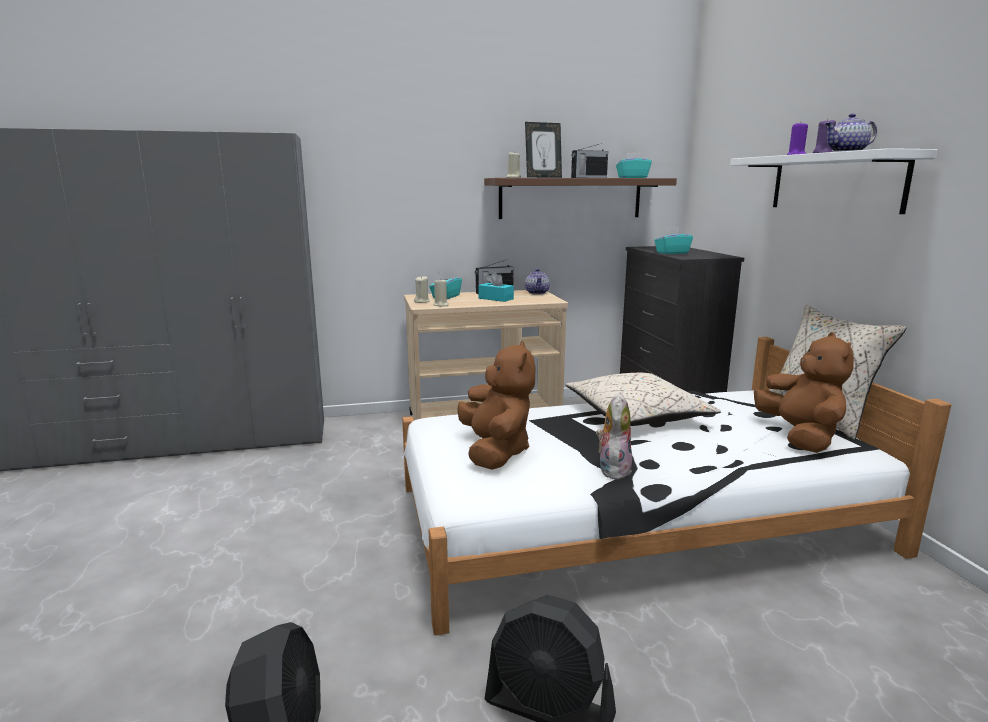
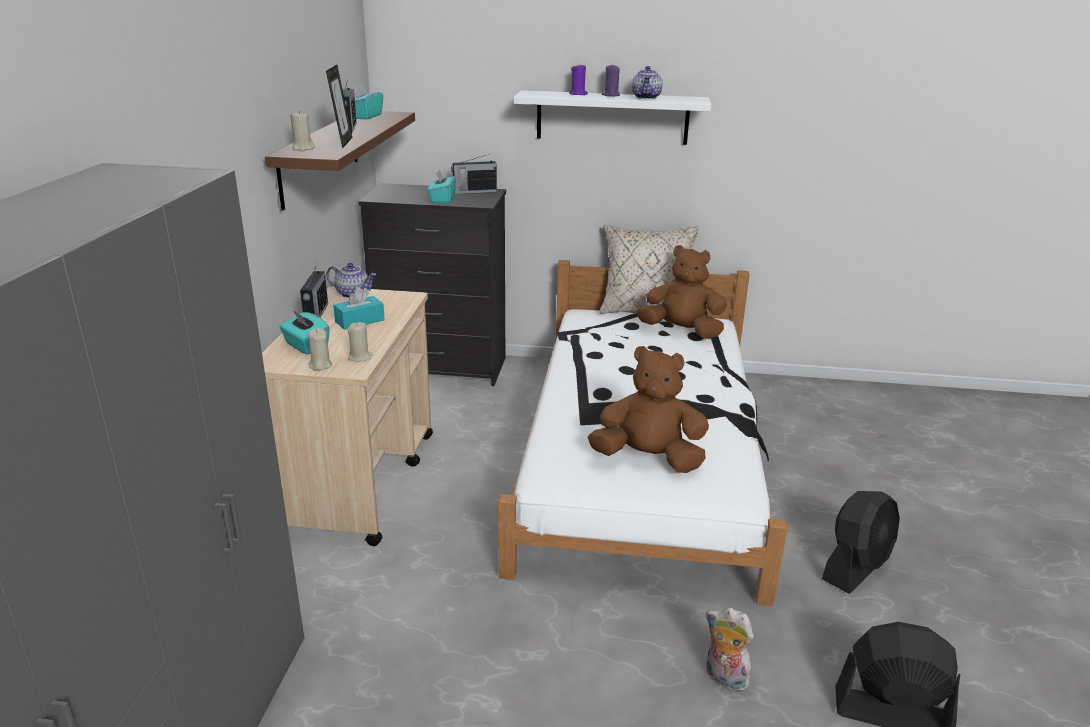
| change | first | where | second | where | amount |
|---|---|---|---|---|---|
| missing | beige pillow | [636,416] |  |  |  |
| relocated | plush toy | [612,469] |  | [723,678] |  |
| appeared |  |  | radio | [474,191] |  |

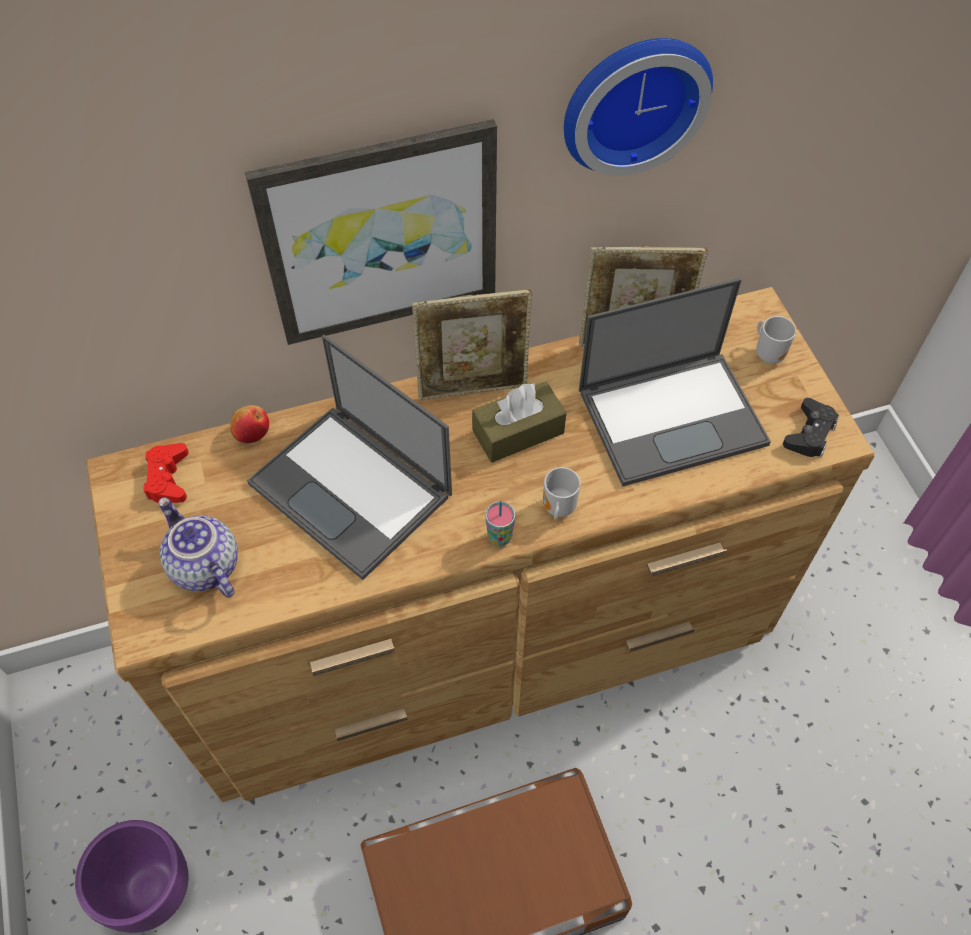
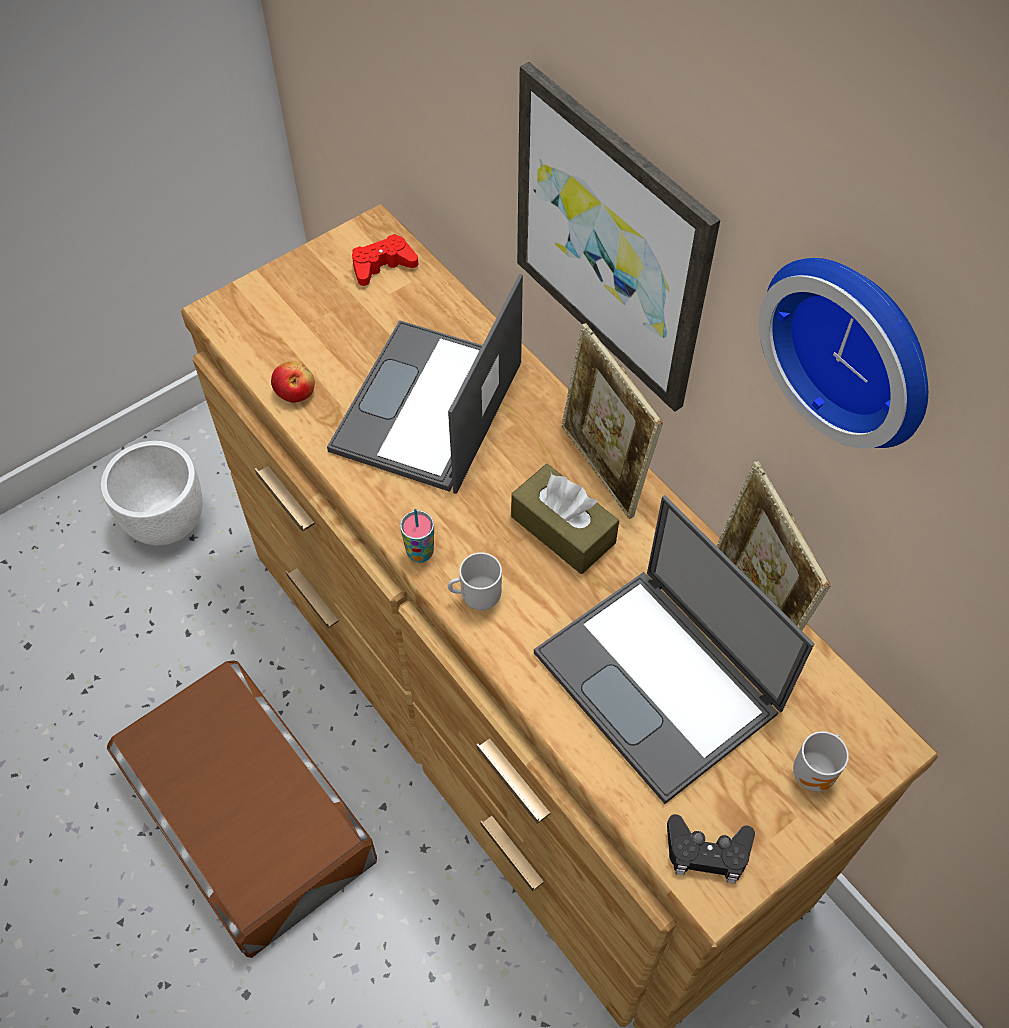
| change | first | where | second | where | amount |
|---|---|---|---|---|---|
| colour | purple planter | [151,889] | white planter | [168,523] |  |
| missing | teapot | [203,566] |  |  |  |
| relocated | apple | [252,432] |  | [295,392] |  |

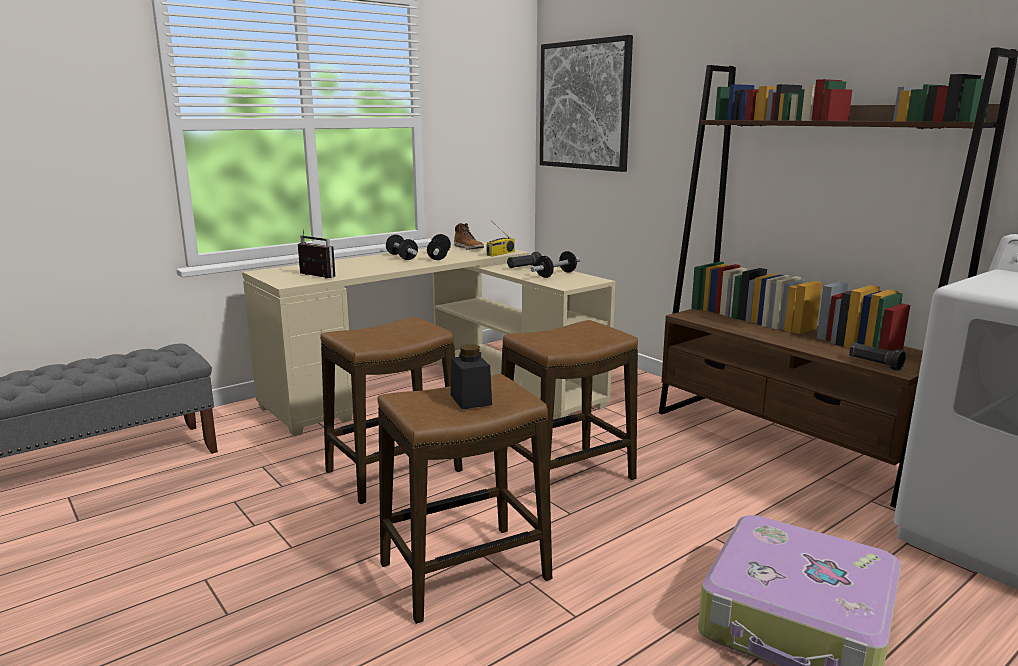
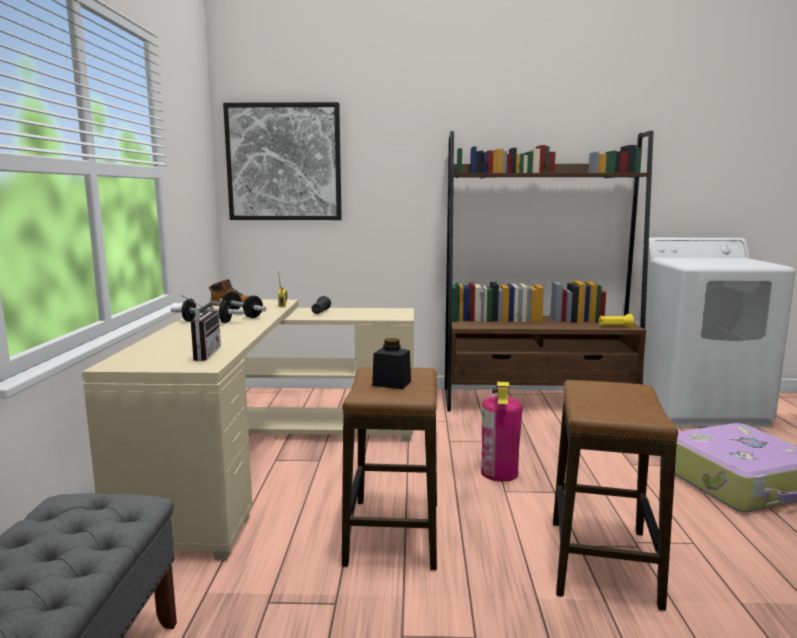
| change | first | where | second | where | amount |
|---|---|---|---|---|---|
| spun | radio | [313,277] |  | [201,355] | 105 degrees clockwise |
| relocated | black jar | [471,400] |  | [391,383] |  |
| exchanged | stool | [566,477] | fire extinguisher | [499,473] |  |
| missing | dumbbell | [556,275] |  |  |  |
| colour | black flashlight | [874,364] | yellow flashlight | [615,327] |  |

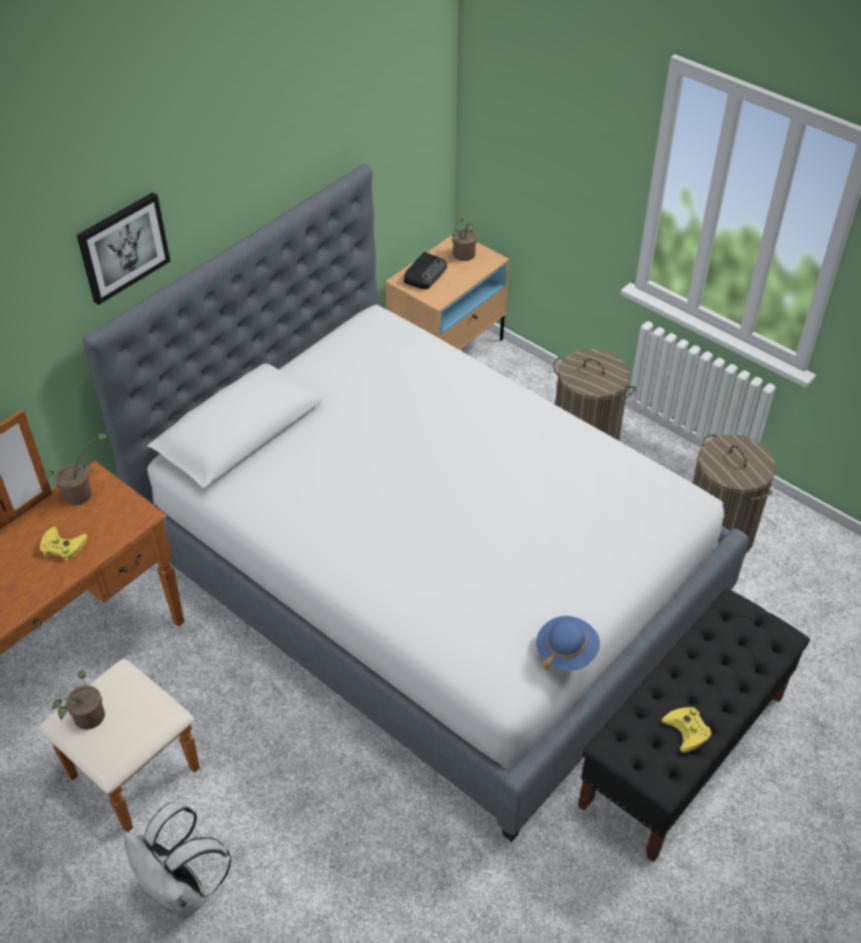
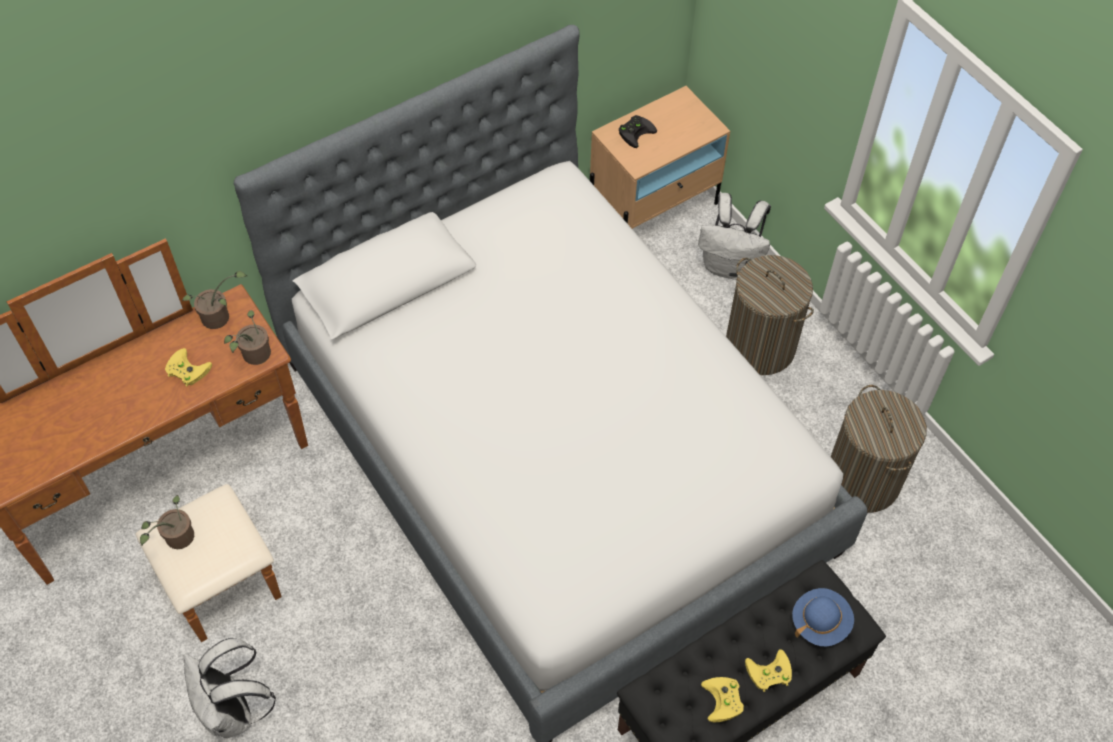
| change | first | where | second | where | amount |
|---|---|---|---|---|---|
| missing | picture | [123,247] |  |  |  |
| exchanged | radio | [425,274] | black game controller | [636,131] |  |
| relocated | potted plant | [463,256] |  | [254,356] |  |
| relocated | blue hat | [566,652] |  | [820,622] |  |
| appeared |  |  | white backpack | [730,266] |  |
| appeared |  |  | yellow game controller | [768,674] |  |

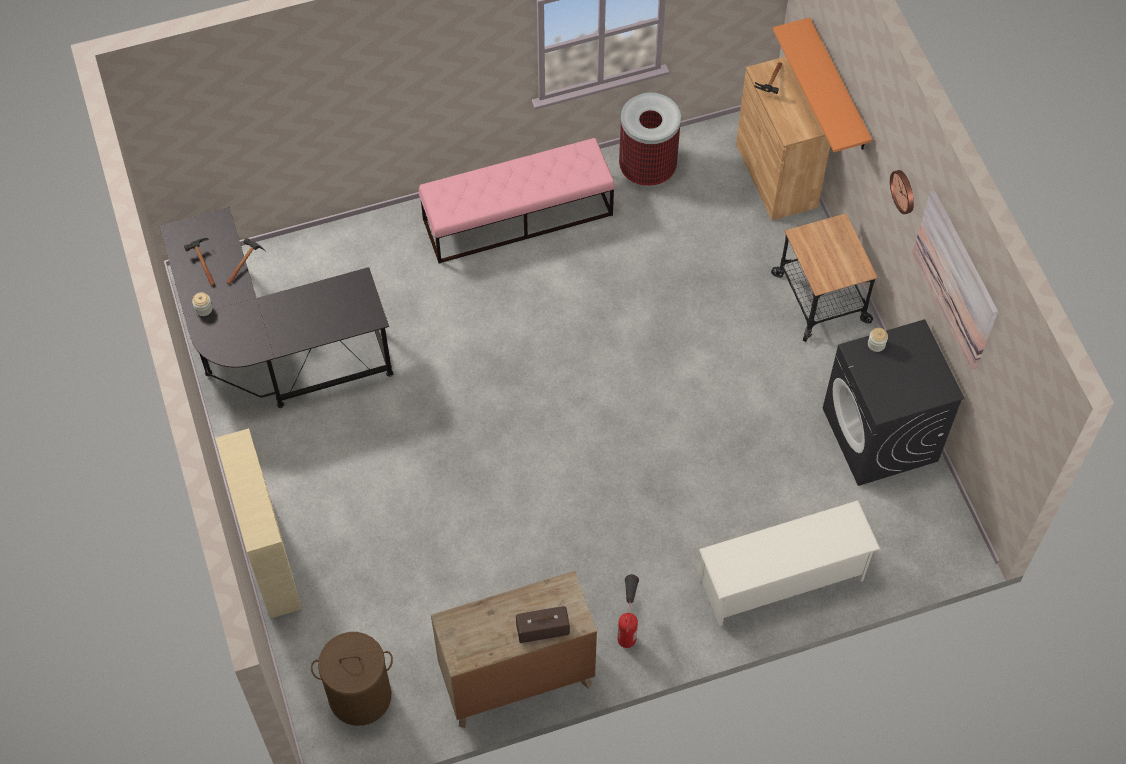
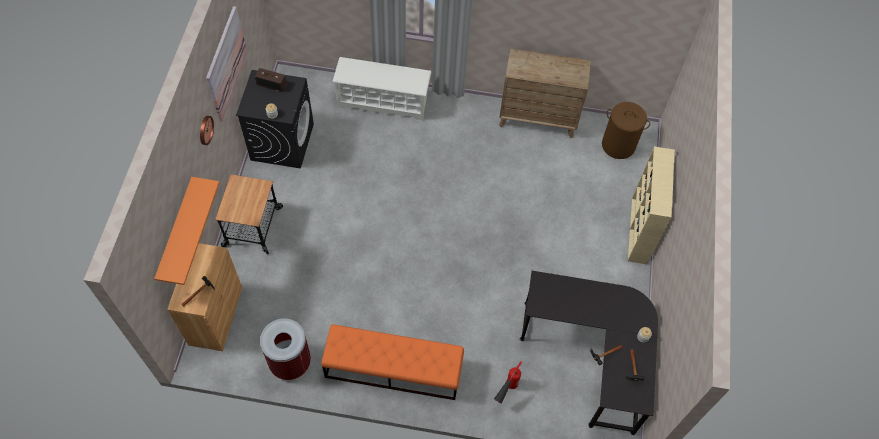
| change | first | where | second | where | amount |
|---|---|---|---|---|---|
| colour | pink bench | [518,217] | orange bench | [393,369] |  |
| relocated | radio | [542,630] |  | [272,84] |  |
| relocated | fire extinguisher | [628,623] |  | [506,392] |  |

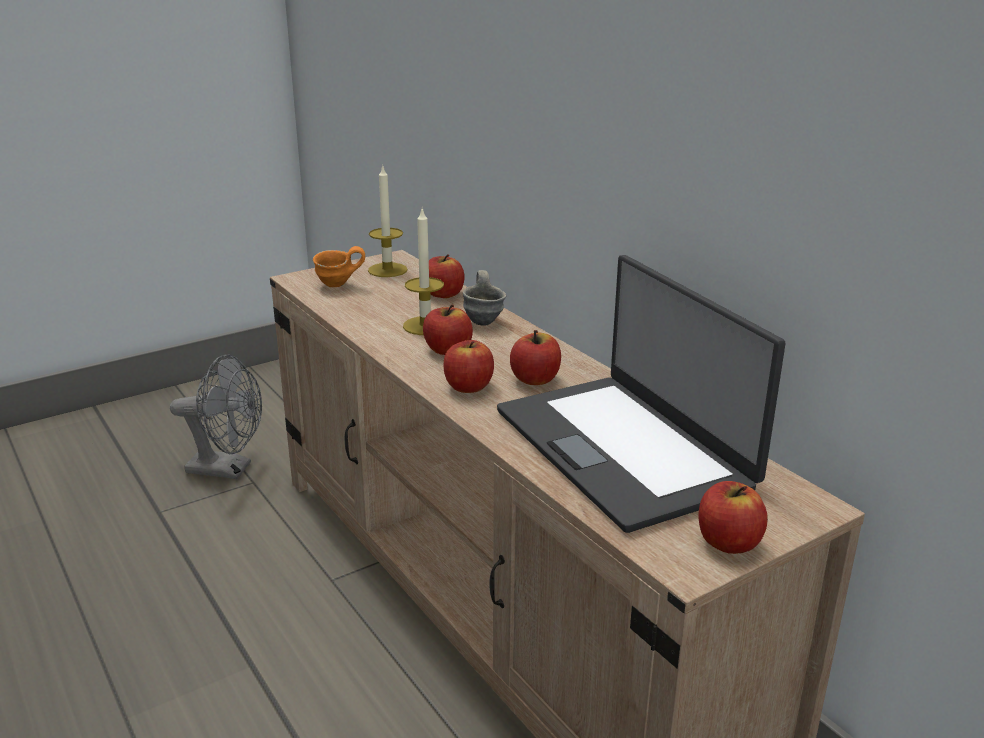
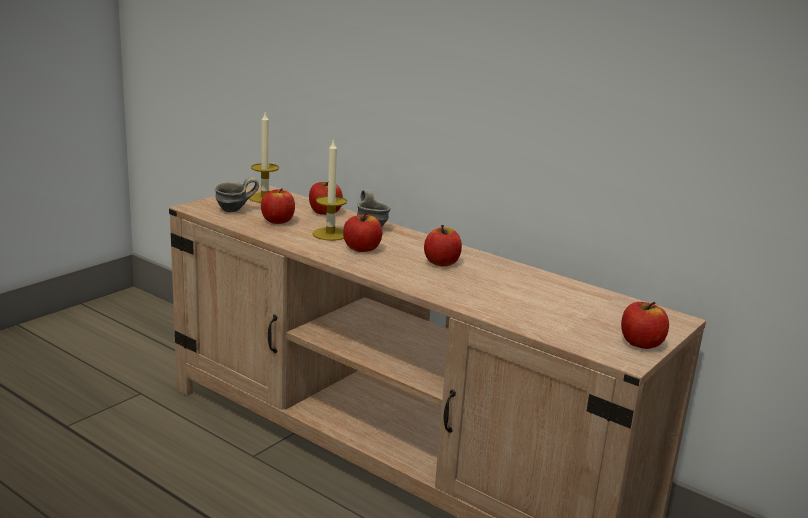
| change | first | where | second | where | amount |
|---|---|---|---|---|---|
| missing | grey fan | [228,469] |  |  |  |
| colour | orange mug | [338,286] | grey mug | [234,211] |  |
| relocated | apple | [468,387] |  | [277,221] |  |
| missing | laptop | [624,448] |  |  |  |

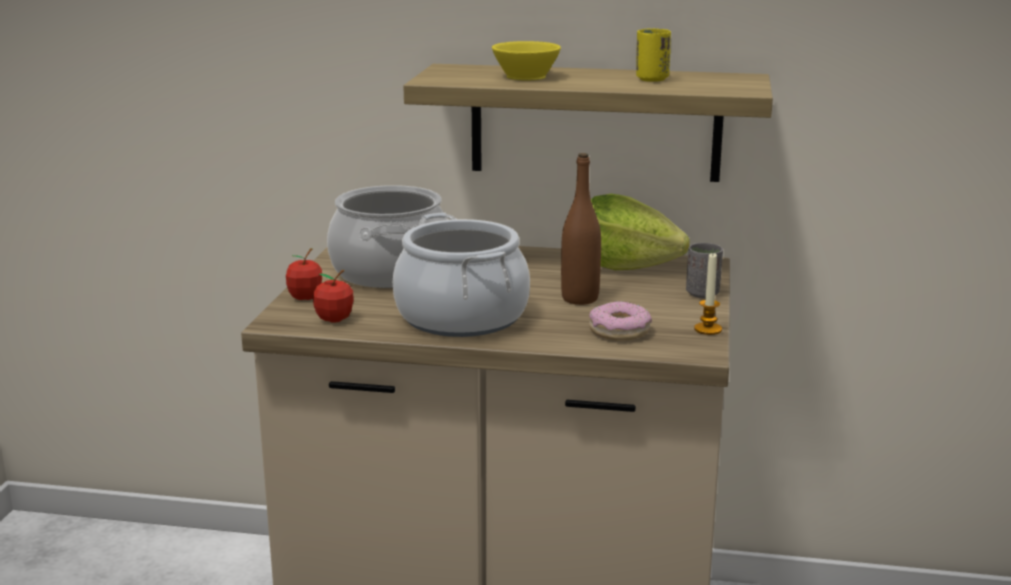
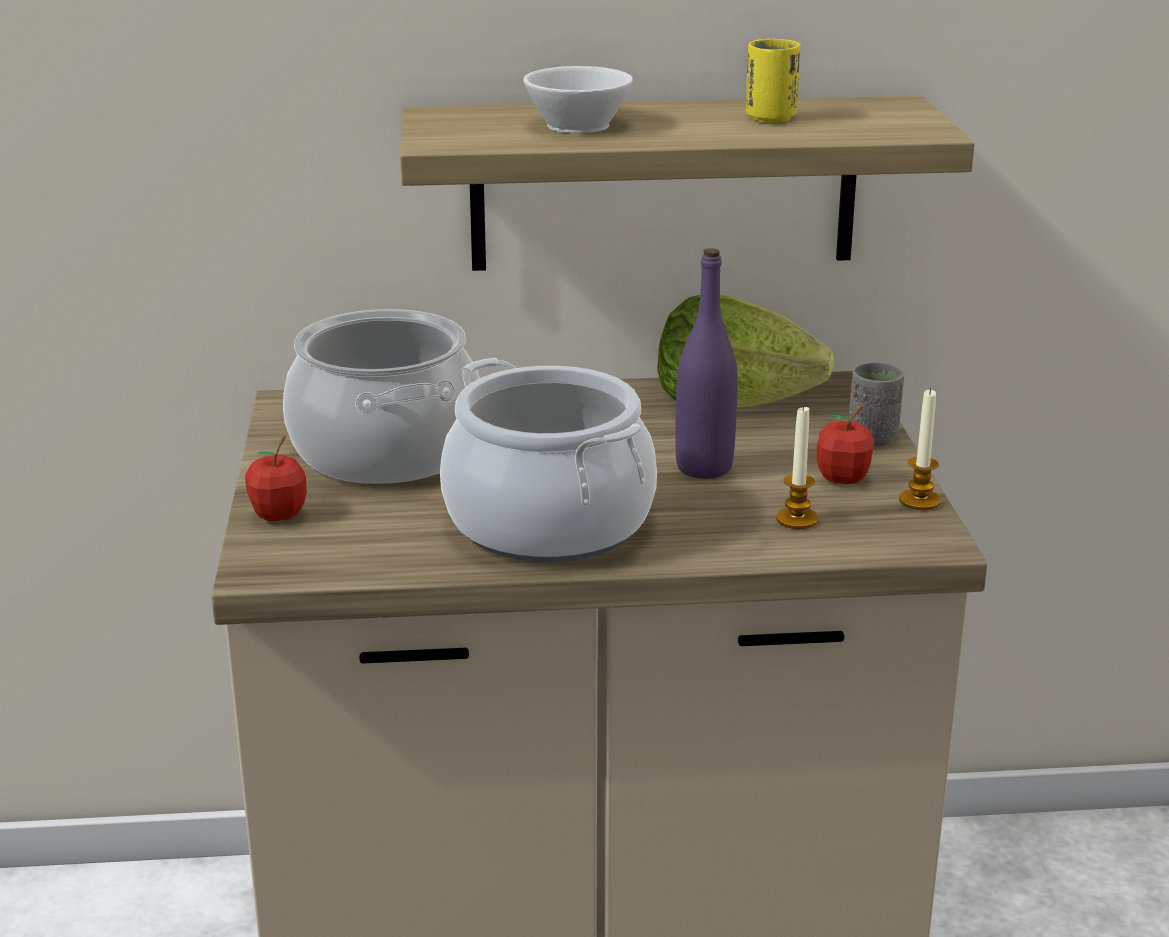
| change | first | where | second | where | amount |
|---|---|---|---|---|---|
| relocated | apple | [334,319] |  | [842,479] |  |
| colour | yellow cup | [524,76] | white cup | [574,124] |  |
| colour | brown bottle | [580,299] | purple bottle | [704,468] |  |
| exchanged | donut | [619,331] | candle | [796,519] |  |

